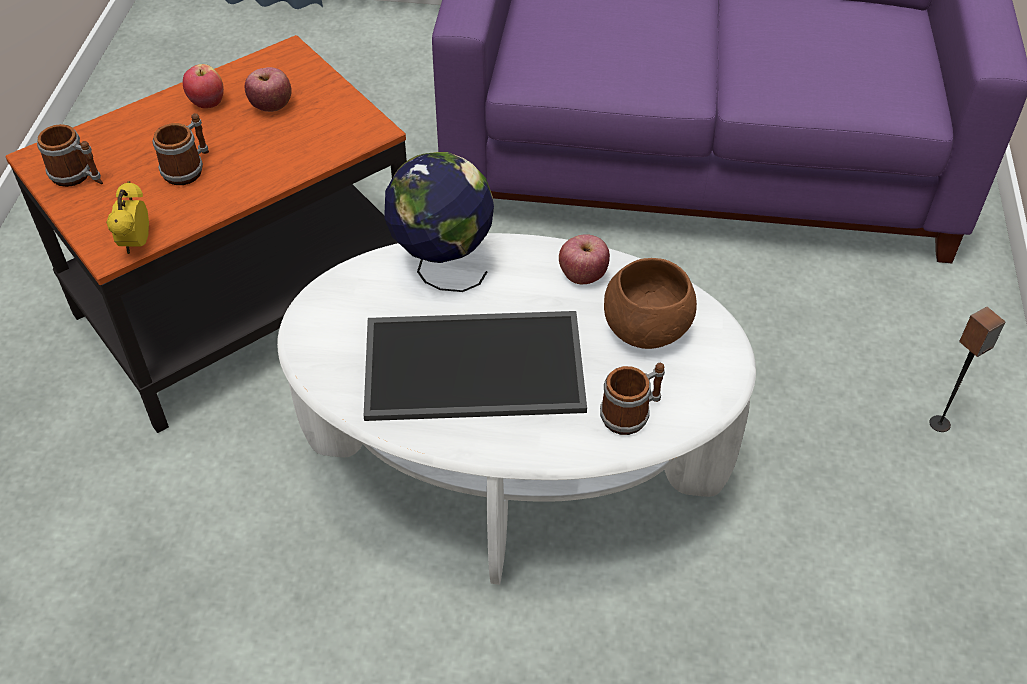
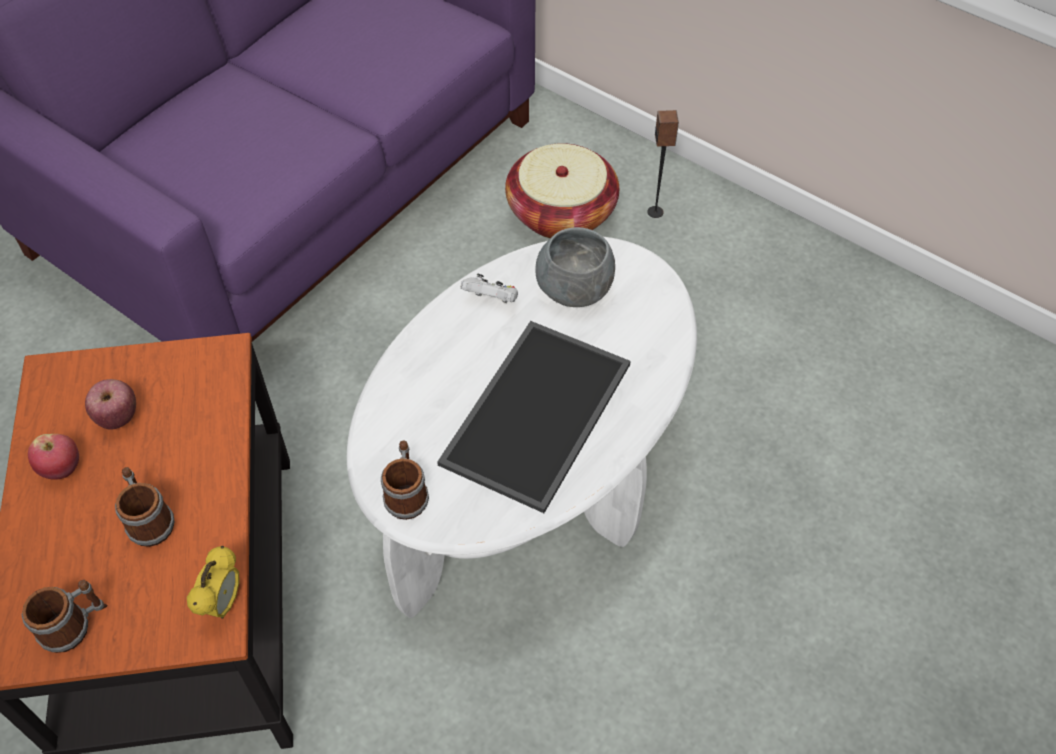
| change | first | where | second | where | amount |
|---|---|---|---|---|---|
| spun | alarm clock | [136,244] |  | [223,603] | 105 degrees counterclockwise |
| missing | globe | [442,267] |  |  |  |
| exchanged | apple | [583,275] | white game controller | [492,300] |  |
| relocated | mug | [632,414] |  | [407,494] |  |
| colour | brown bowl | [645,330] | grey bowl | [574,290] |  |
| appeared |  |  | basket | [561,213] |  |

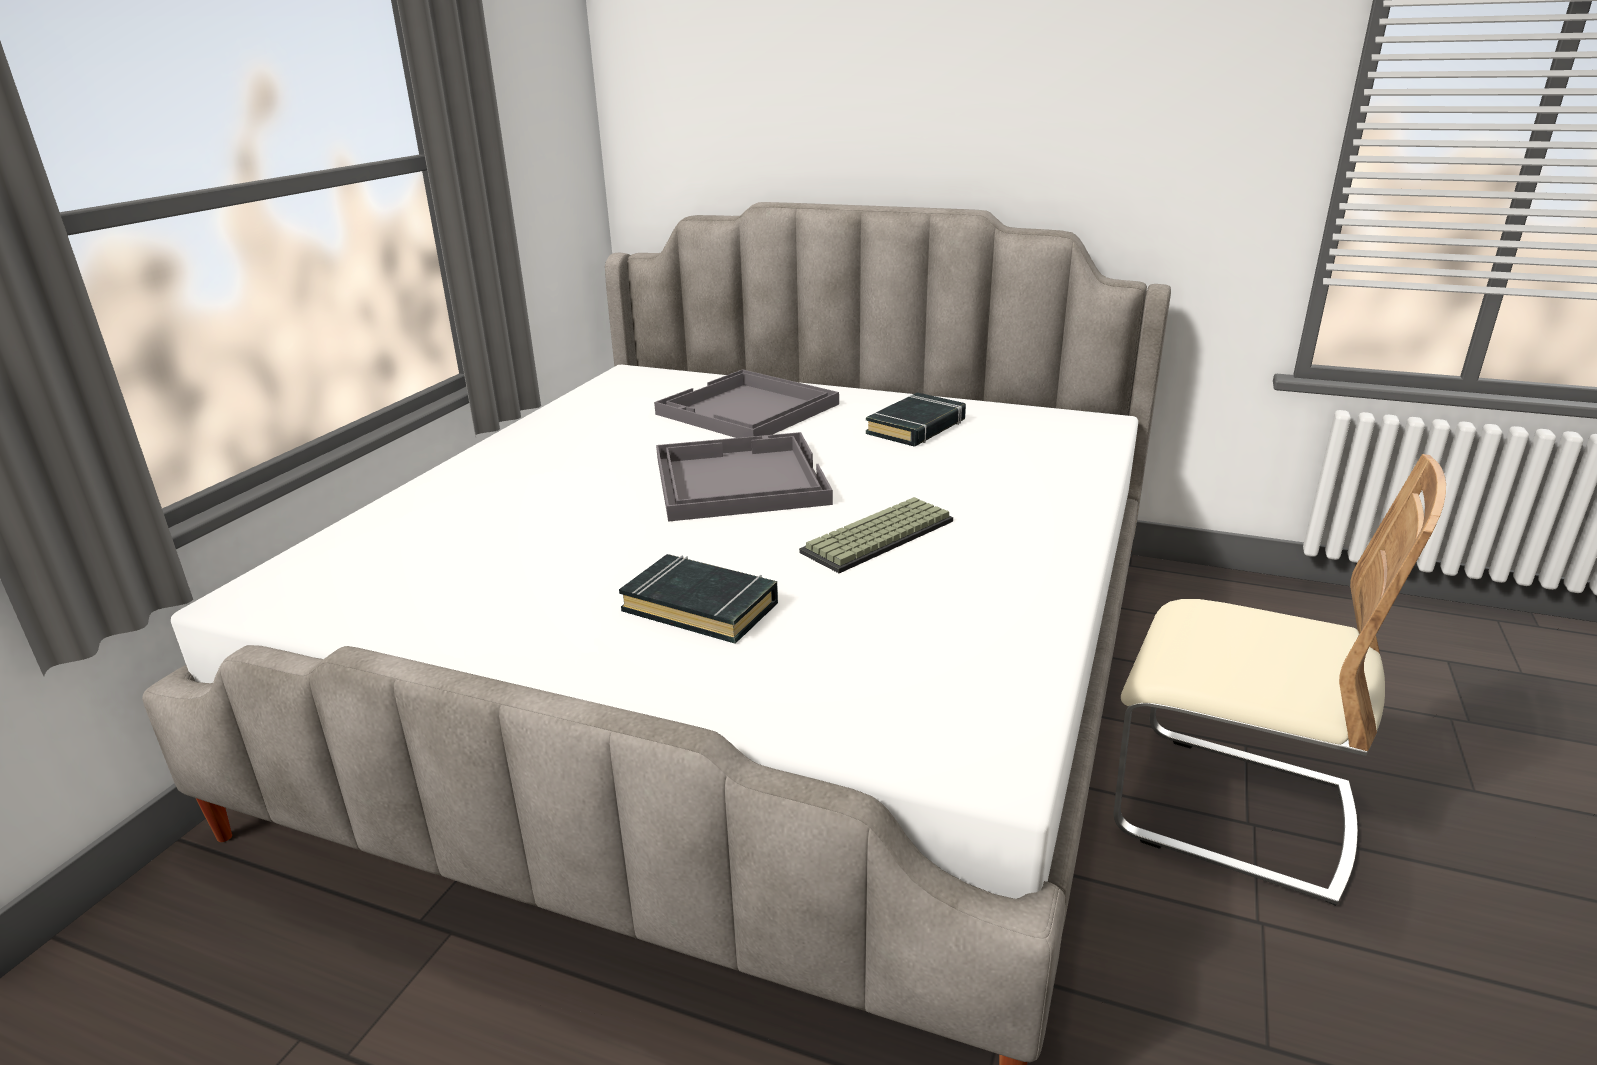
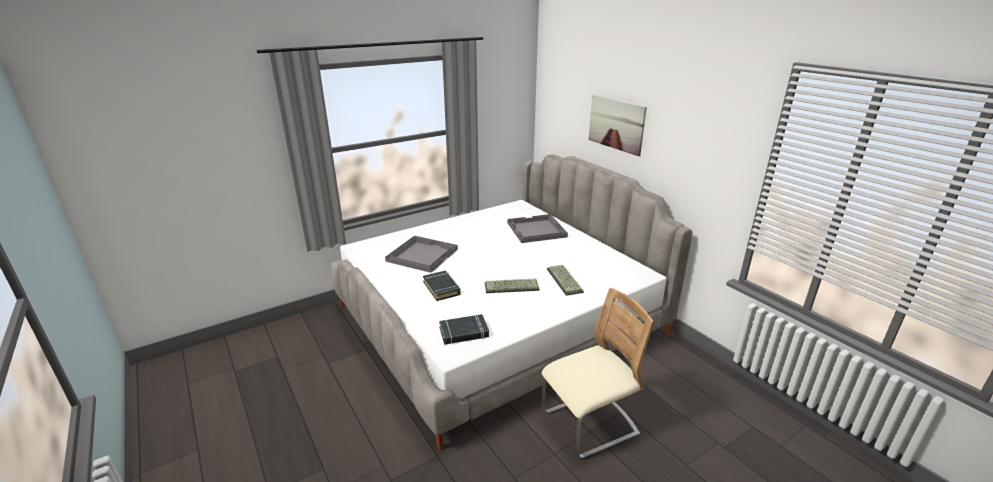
| change | first | where | second | where | amount |
|---|---|---|---|---|---|
| relocated | grey tray | [738,479] |  | [422,255] |  |
| relocated | black book | [916,427] |  | [464,333] |  |
| spun | beige chair | [1231,810] |  | [589,424] | 90 degrees counterclockwise |
| appeared |  |  | keyboard | [565,280] |  |
| appeared |  |  | picture | [616,124] |  |

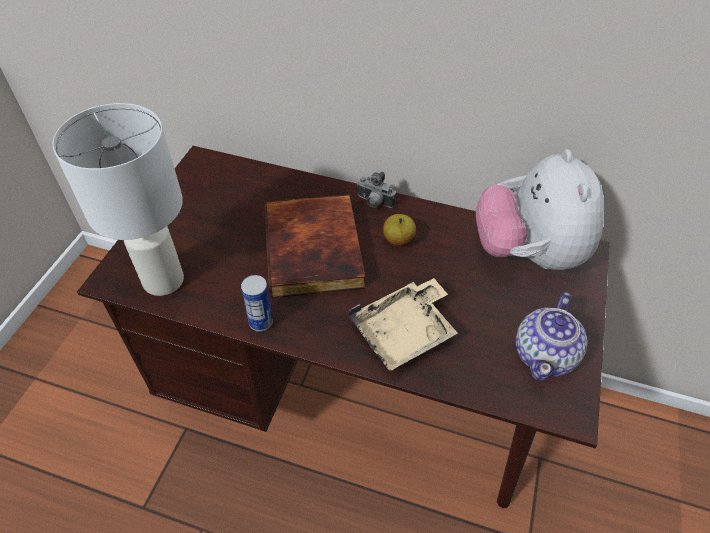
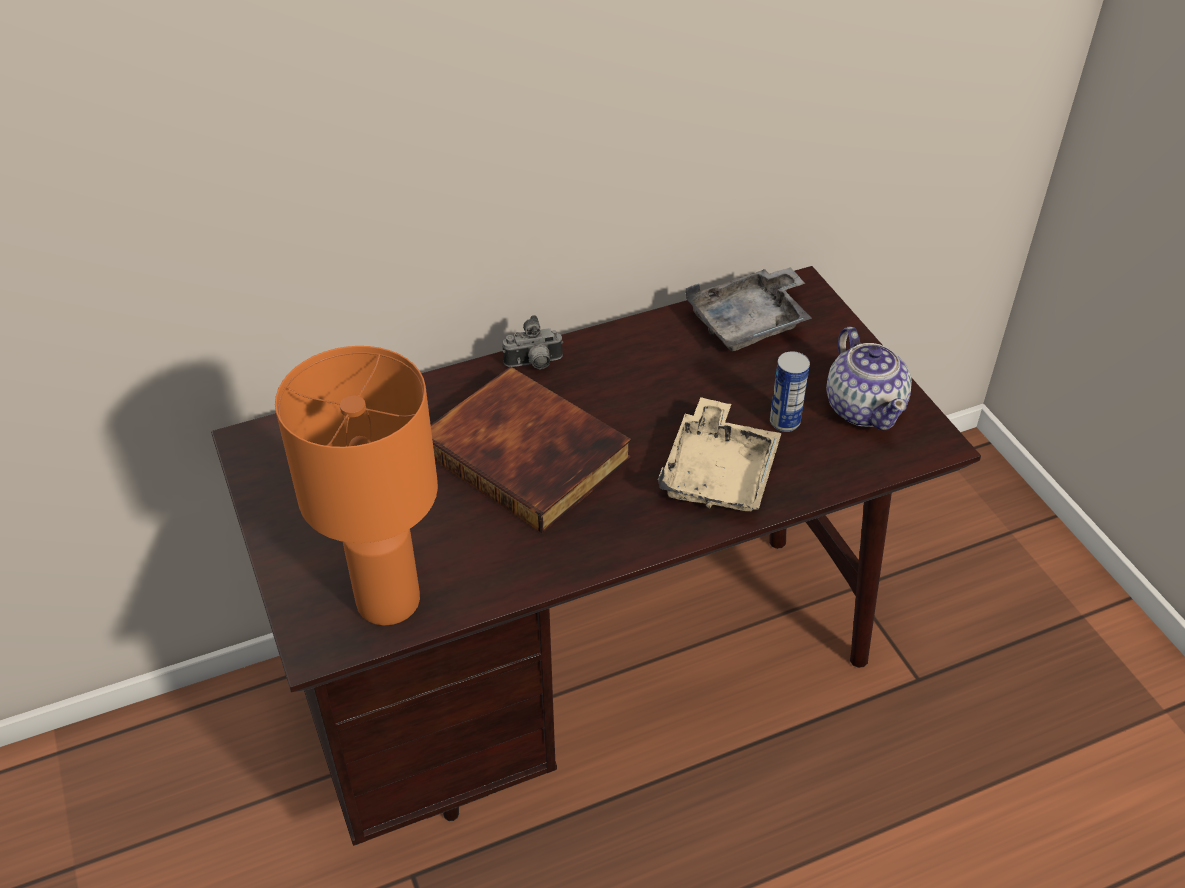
| change | first | where | second | where | amount |
|---|---|---|---|---|---|
| colour | white table lamp | [162,281] | orange table lamp | [389,602] |  |
| relocated | can | [261,322] |  | [784,422] |  |
| missing | apple | [398,240] |  |  |  |
| exchanged | plush toy | [527,253] | grey tray | [750,323] |  |

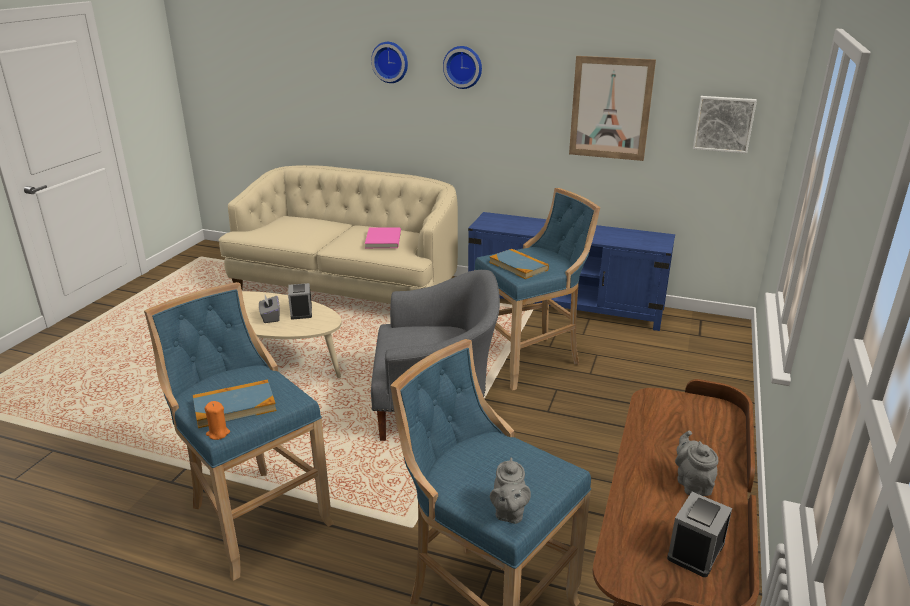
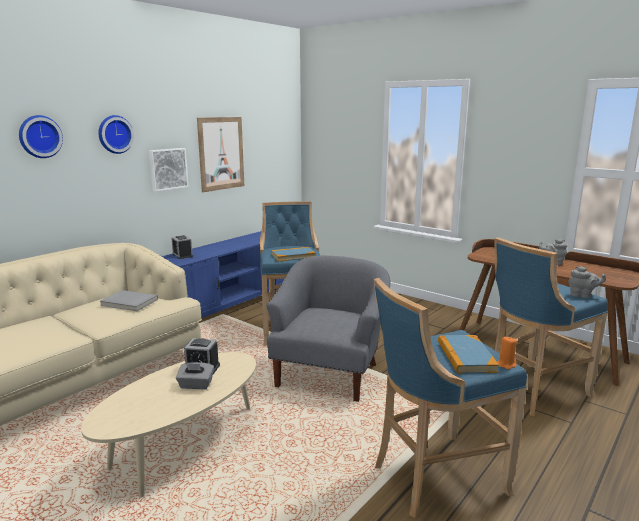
| change | first | where | second | where | amount |
|---|---|---|---|---|---|
| colour | pink book | [382,240] | grey book | [129,303] |  |
| relocated | alarm clock | [696,551] |  | [182,255] |  |
| relocated | picture | [724,124] |  | [167,169] |  |

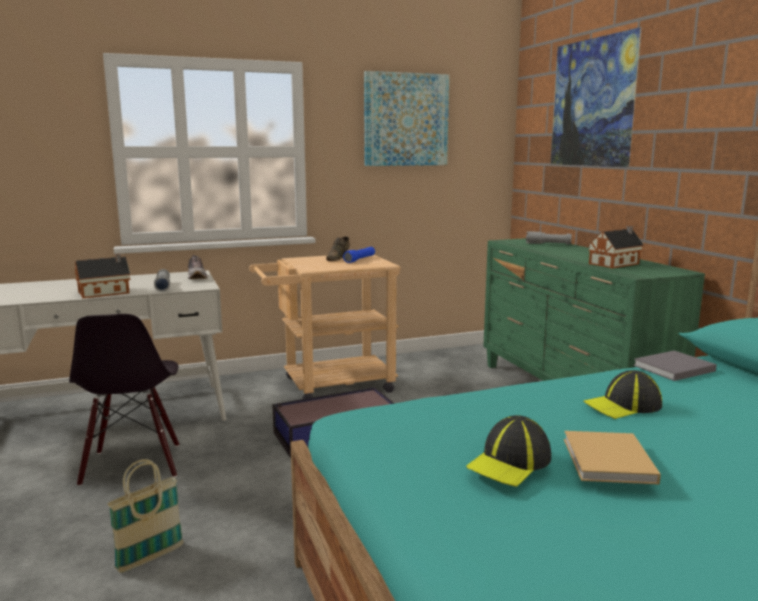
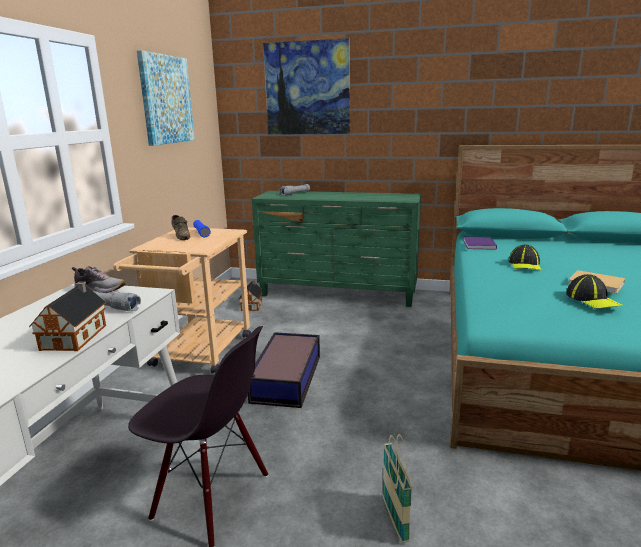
| change | first | where | second | where | amount |
|---|---|---|---|---|---|
| relocated | toy house | [615,264] |  | [252,305] |  |
| colour | grey book | [672,368] | purple book | [479,245] |  |

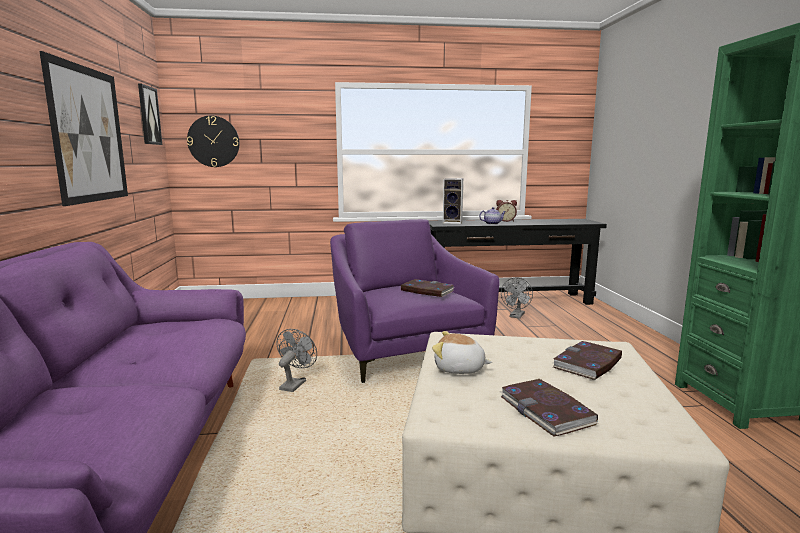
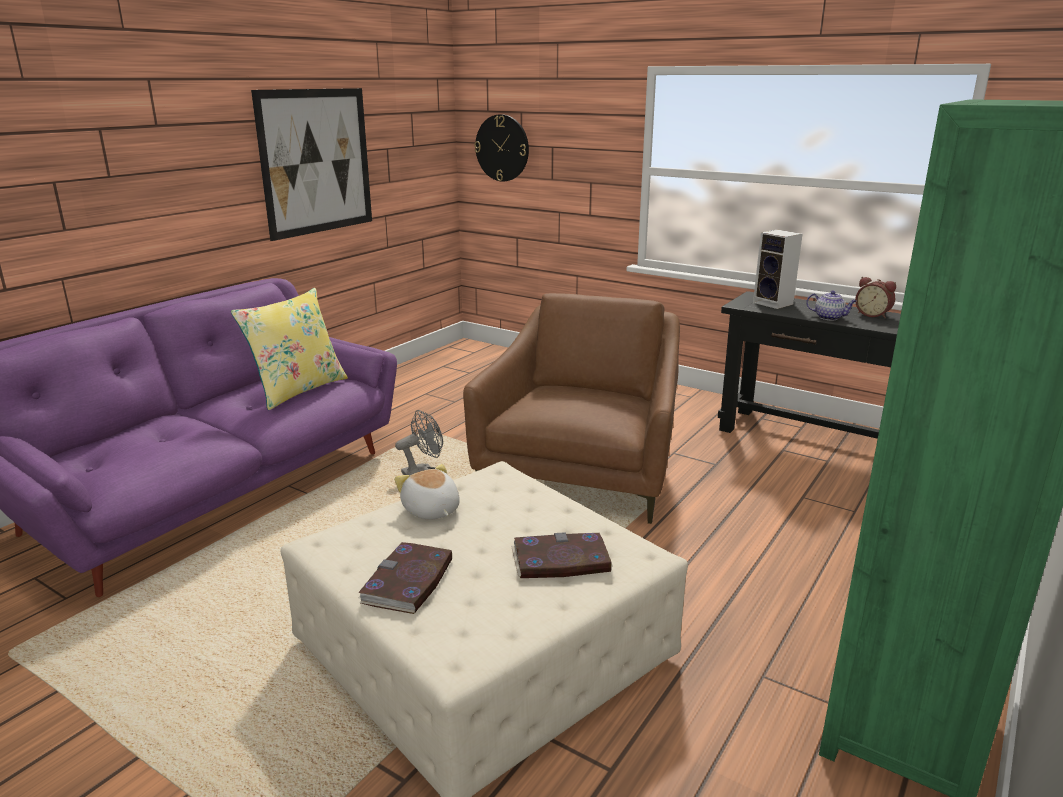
| change | first | where | second | where | amount |
|---|---|---|---|---|---|
| missing | picture | [149,115] |  |  |  |
| colour | purple armchair | [403,349] | brown armchair | [583,471] |  |
| missing | book | [427,291] |  |  |  |
| missing | grey fan | [516,316] |  |  |  |
| appeared |  |  | yellow pillow | [298,390] |  |

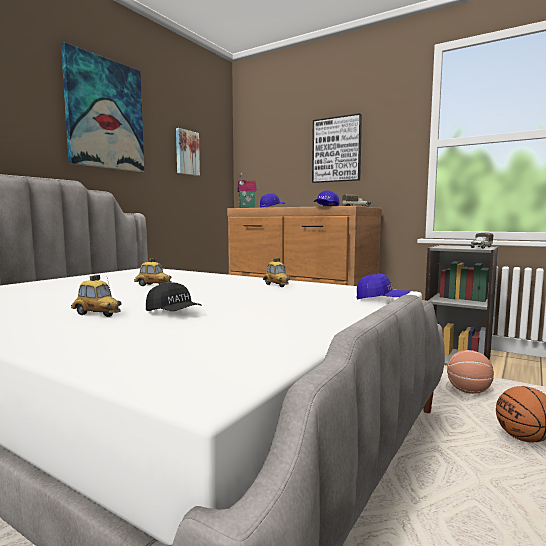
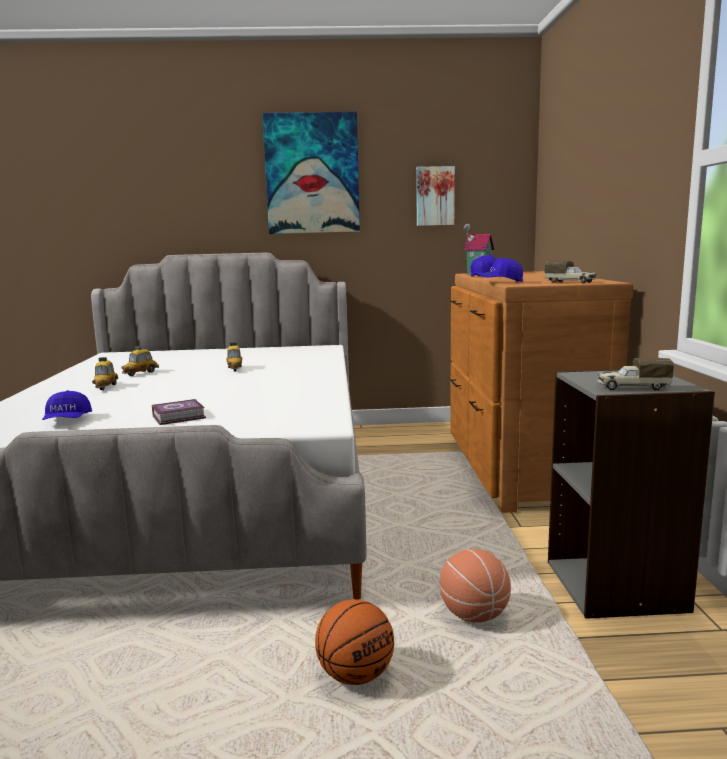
| change | first | where | second | where | amount |
|---|---|---|---|---|---|
| missing | black cap | [174,313] |  |  |  |
| relocated | toy car | [276,285] |  | [140,373] |  |
| missing | picture | [336,149] |  |  |  |
| relocated | blue cap | [382,300] |  | [67,421] |  |
| appeared |  |  | book | [180,417] |  |

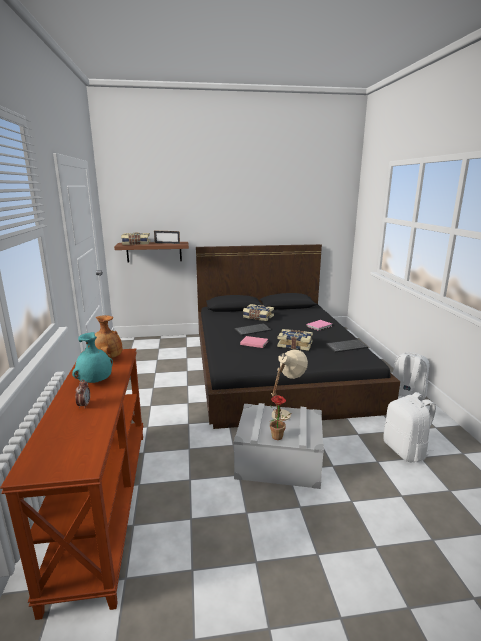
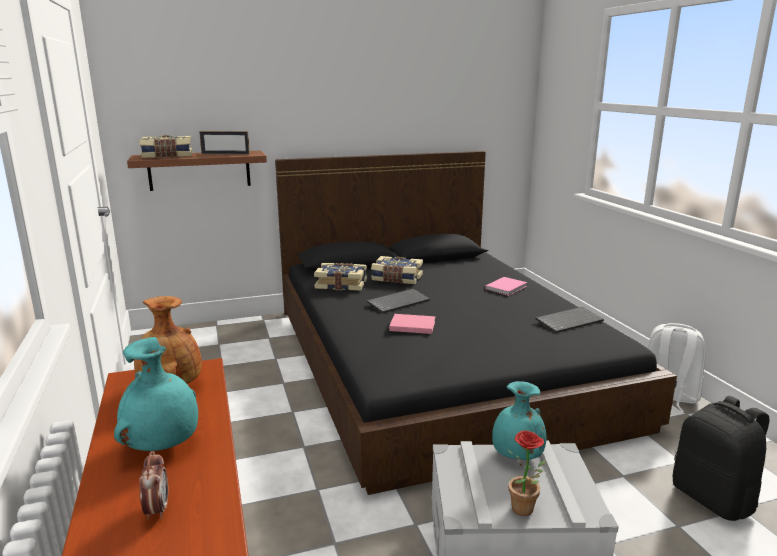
| change | first | where | second | where | amount |
|---|---|---|---|---|---|
| exchanged | beige table lamp | [286,412] | turquoise vase | [516,456] |  |
| relocated | book | [295,345] |  | [341,284] |  |
| colour | white backpack | [406,451] | black backpack | [714,499] |  |

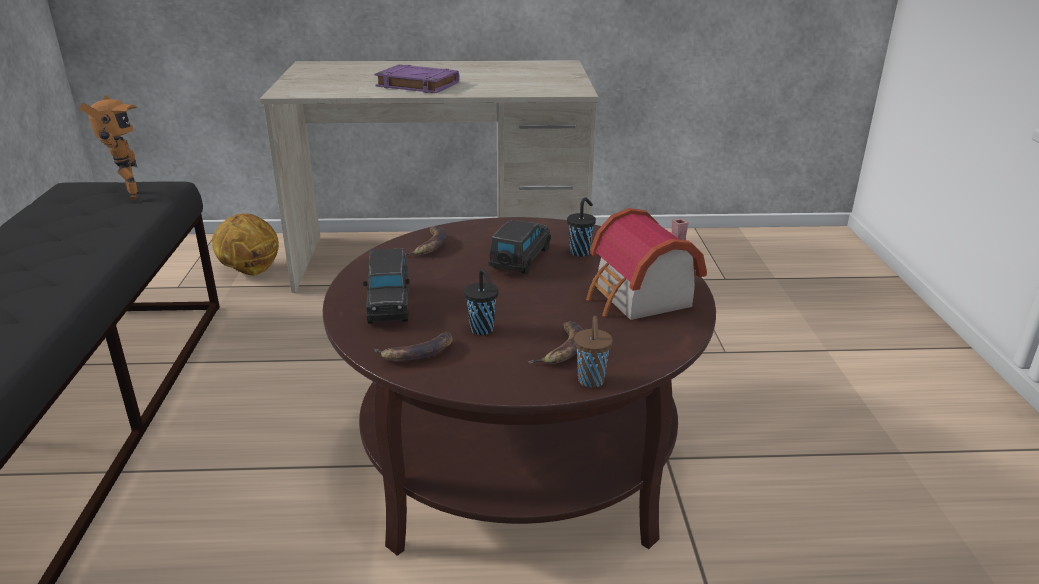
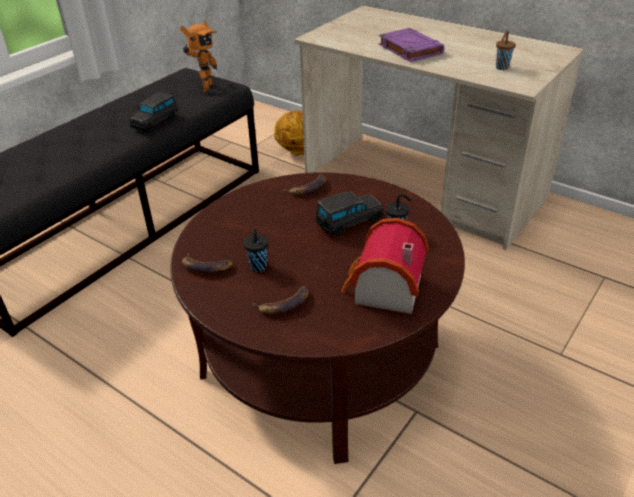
| change | first | where | second | where | amount |
|---|---|---|---|---|---|
| relocated | black toy car | [389,304] |  | [155,122] |  |
| relocated | brown cup | [591,382] |  | [501,68] |  |

